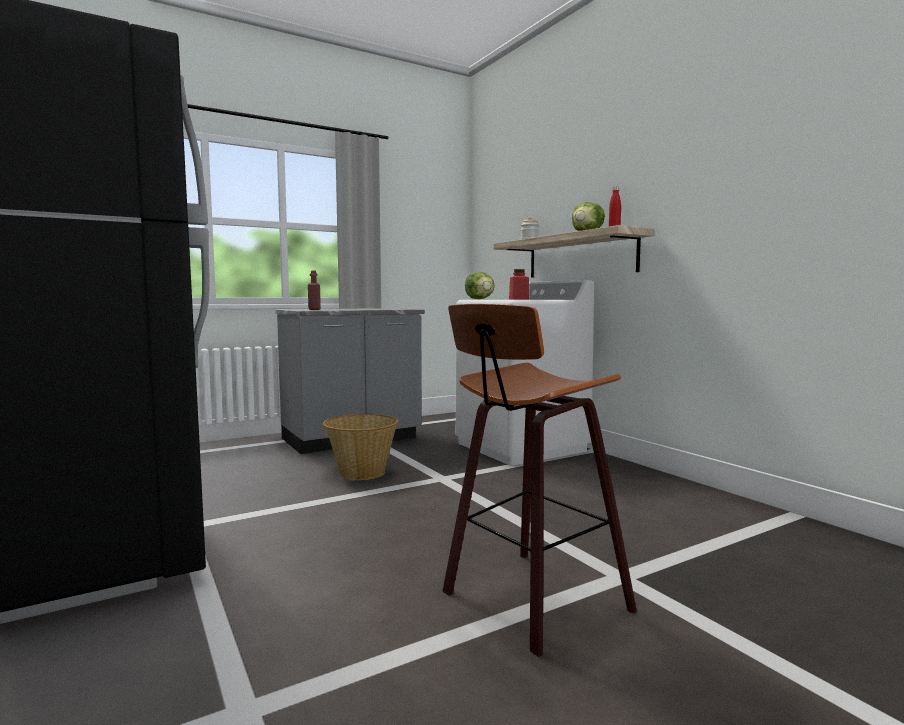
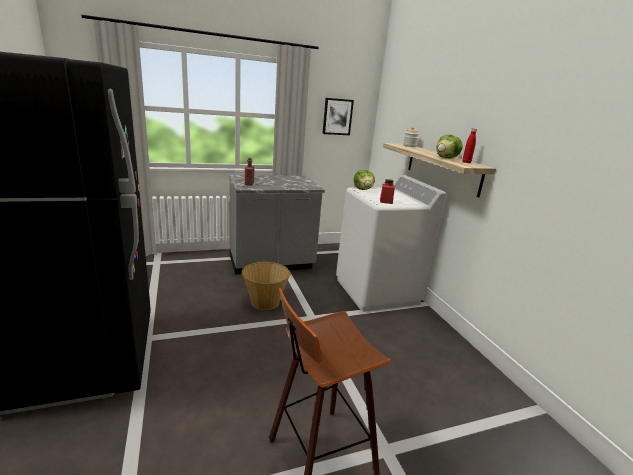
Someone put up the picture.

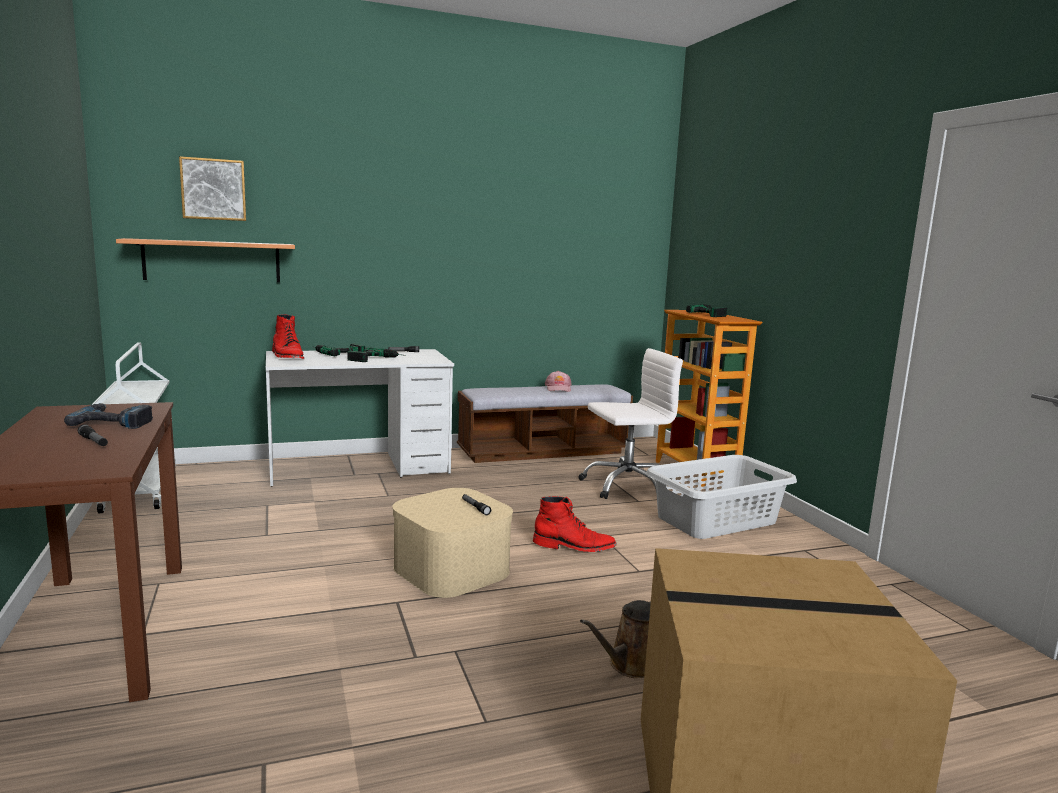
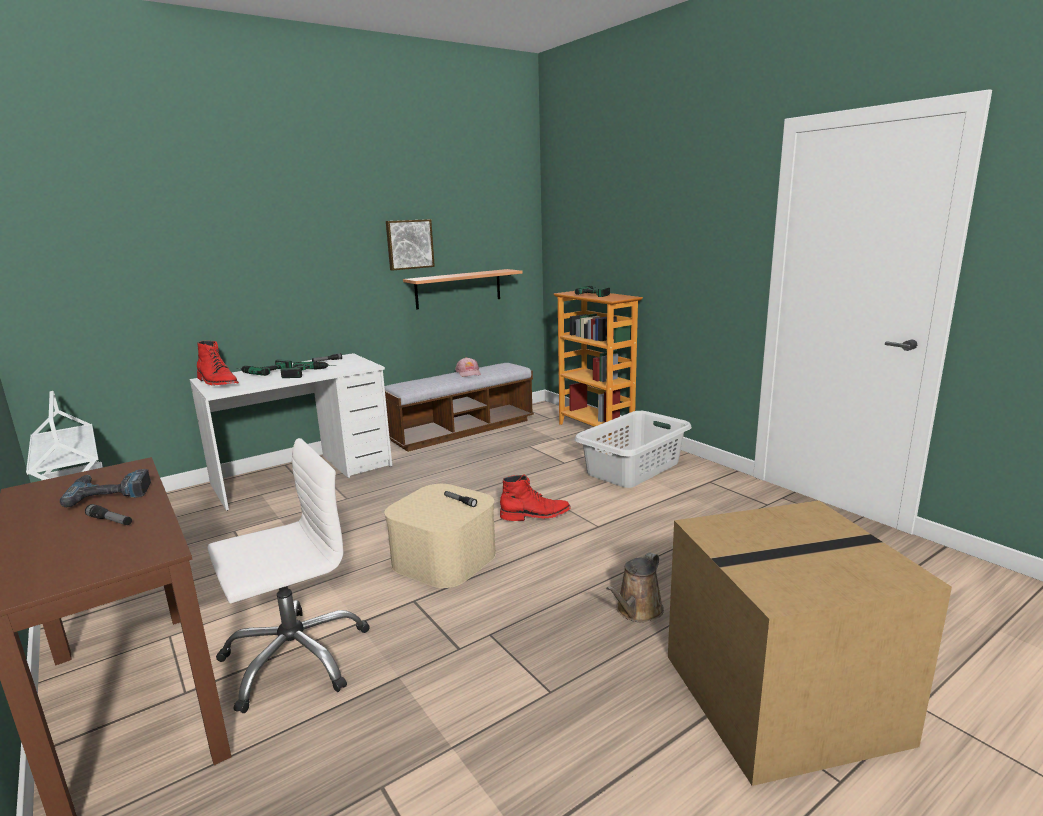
Someone carried the picture.
Someone carried the shelf.
Someone carried the office chair (white).

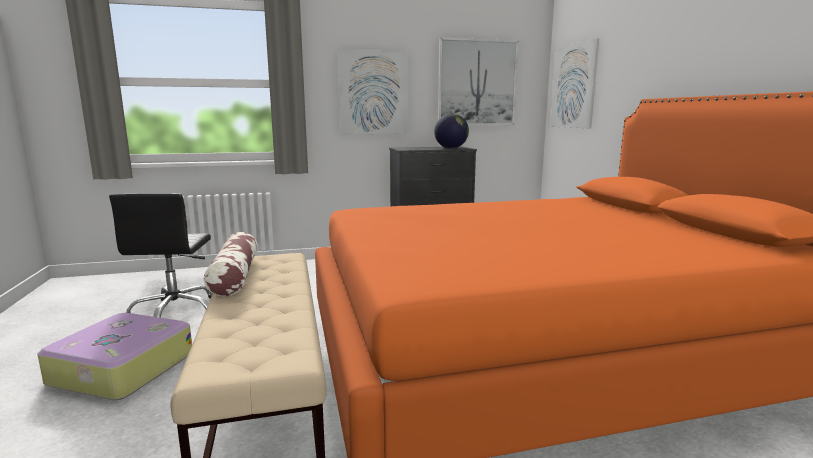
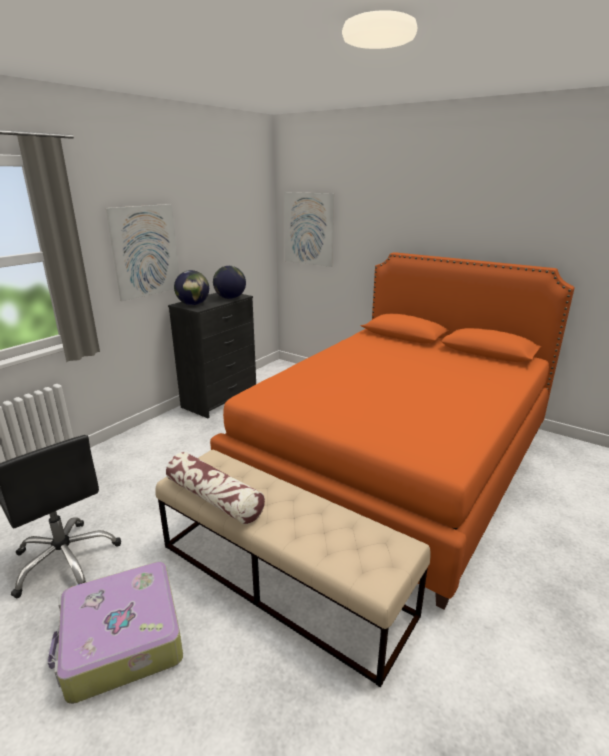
Someone took away the picture (no. 2 from left).
Someone put down the globe (no. 1 from left).

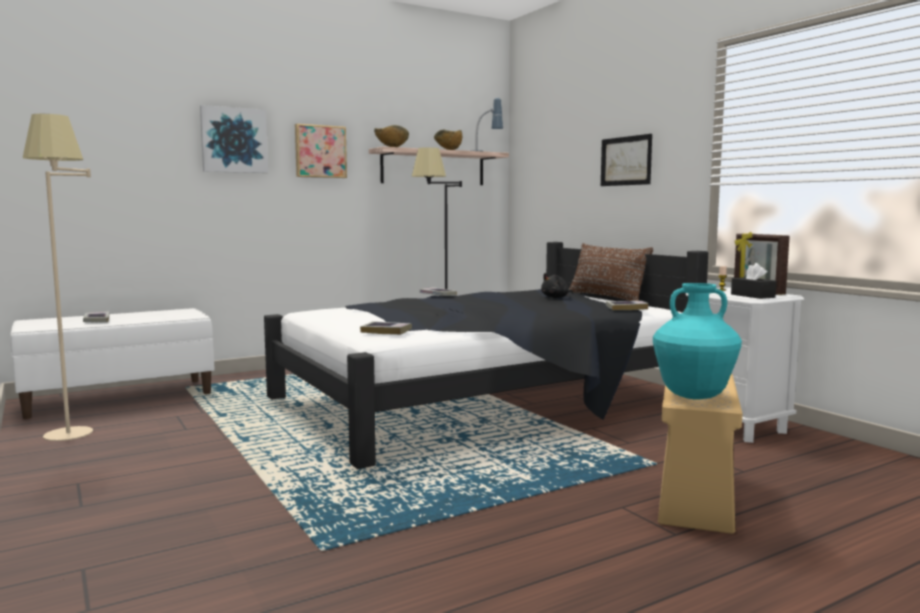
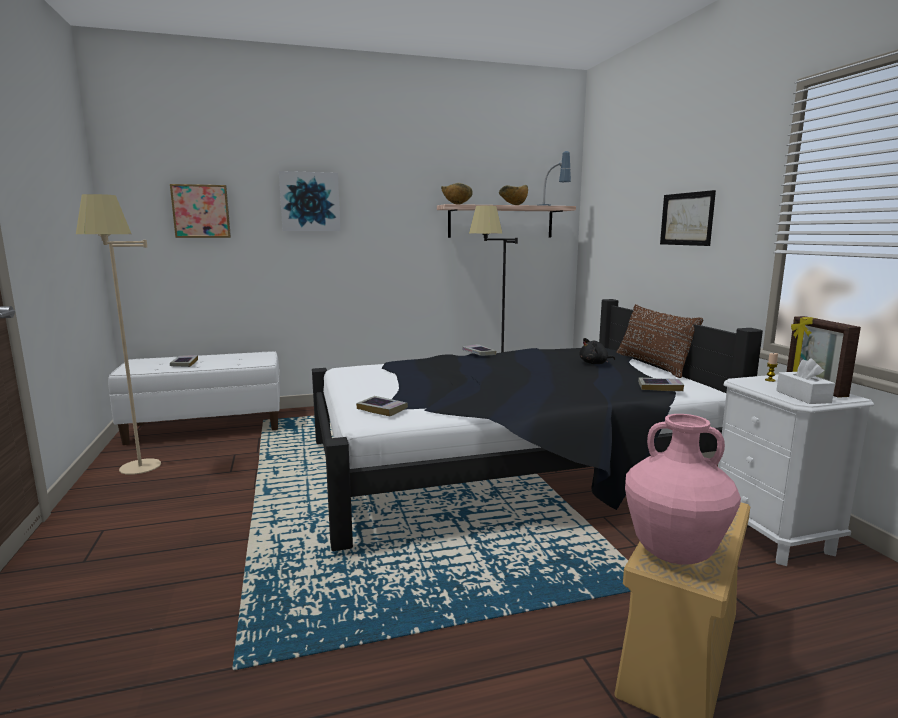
Someone carried the picture (no. 2 from left in the first image).
Someone repainted the tissue box (black), which became the tissue box (white).
Someone repainted the vase (turquoise), which became the vase (pink).

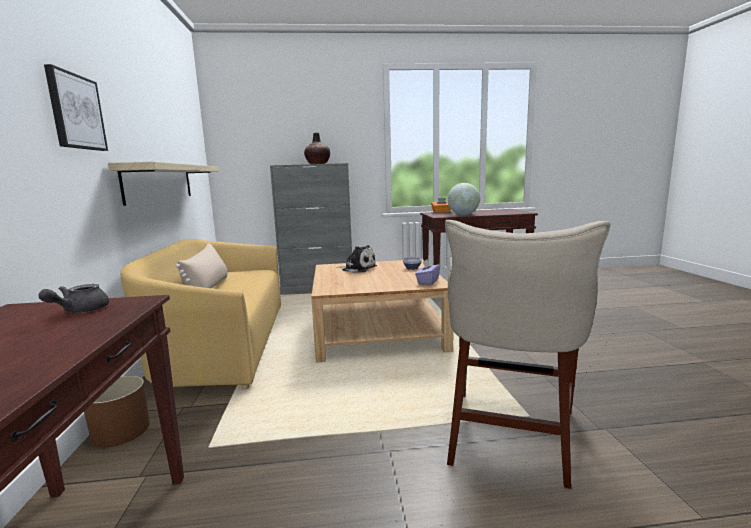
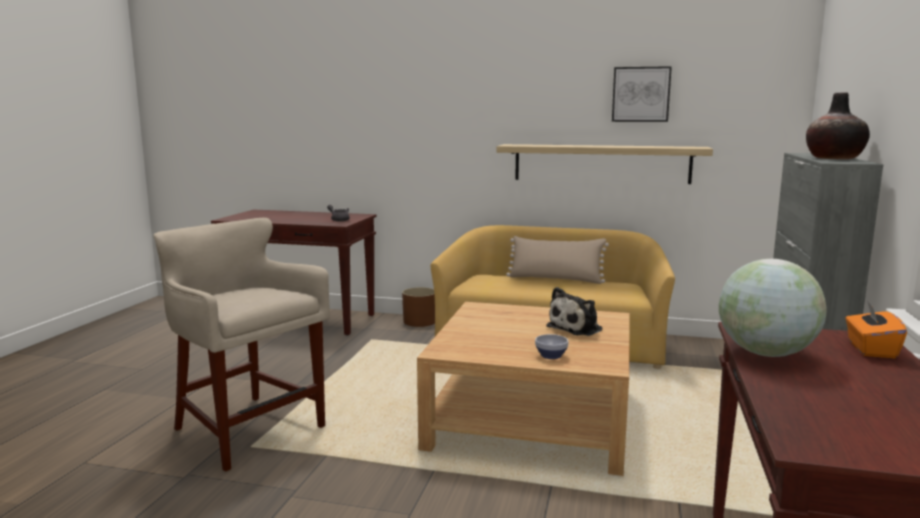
Someone carried the picture.
Someone took away the tissue box (purple).

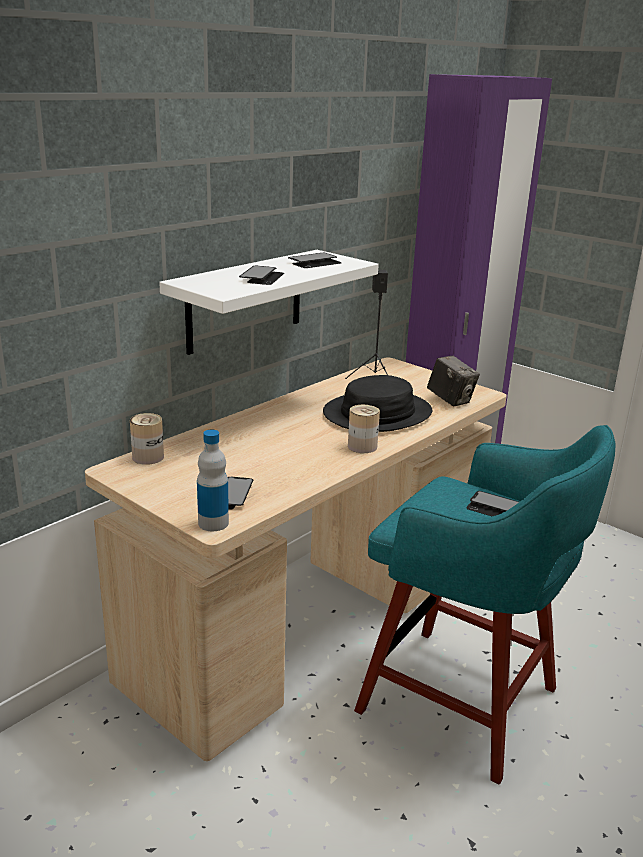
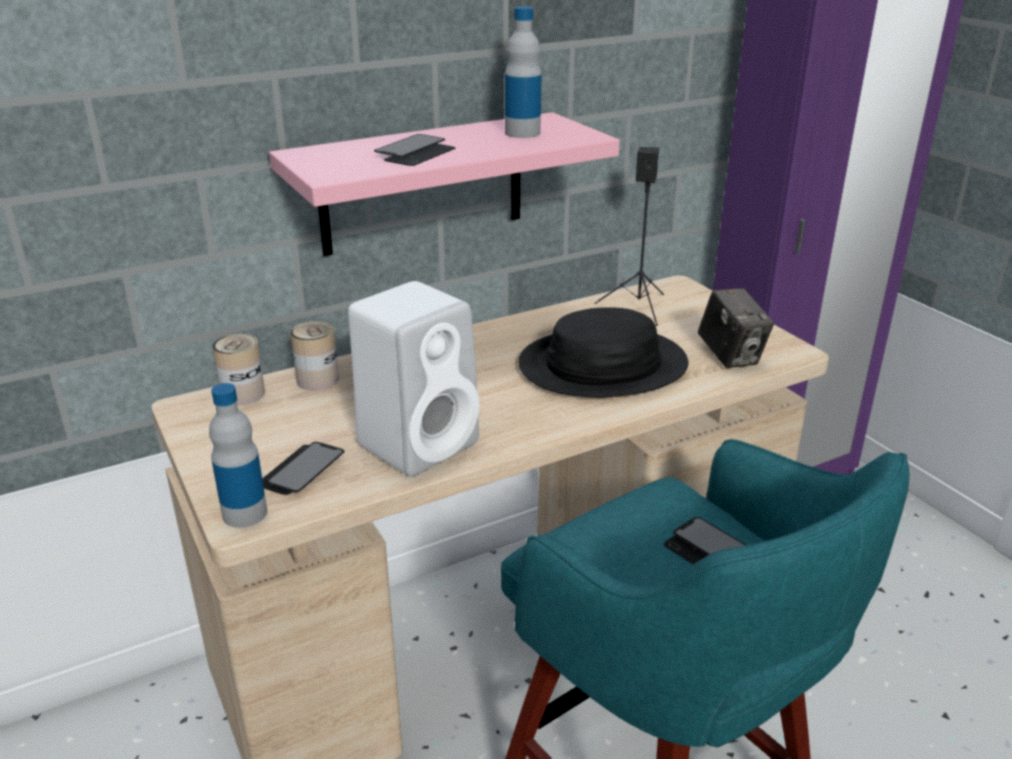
Someone repainted the shelf (white), which became the shelf (pink).
Someone swapped the phone (no. 3 from left) for the bottle (no. 2 from left).
Someone carried the can (no. 2 from left).
Someone put down the speaker (white).

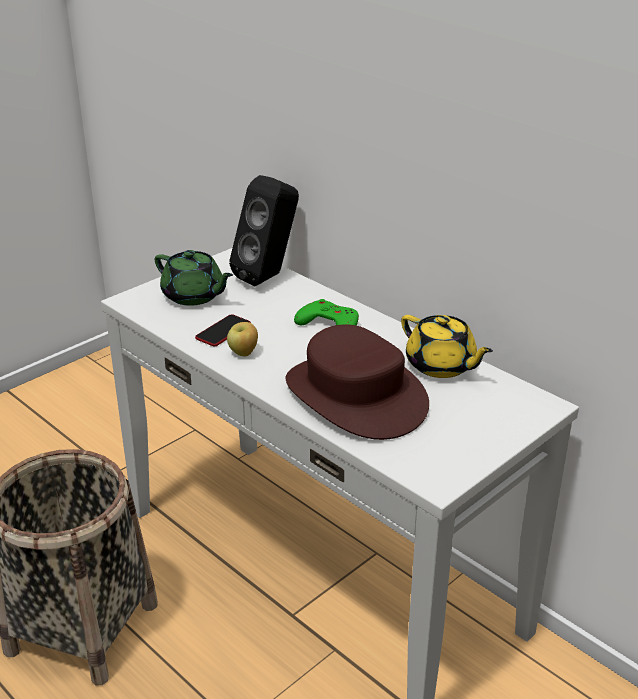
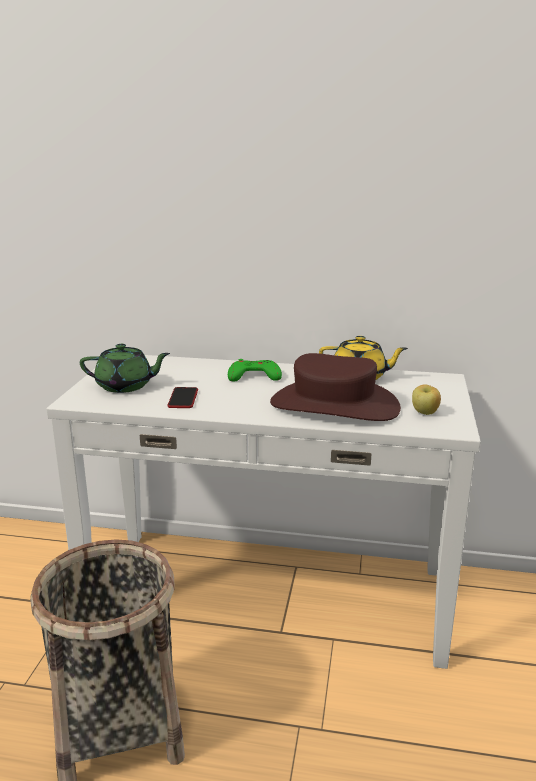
Someone took away the speaker (black).
Someone carried the apple.

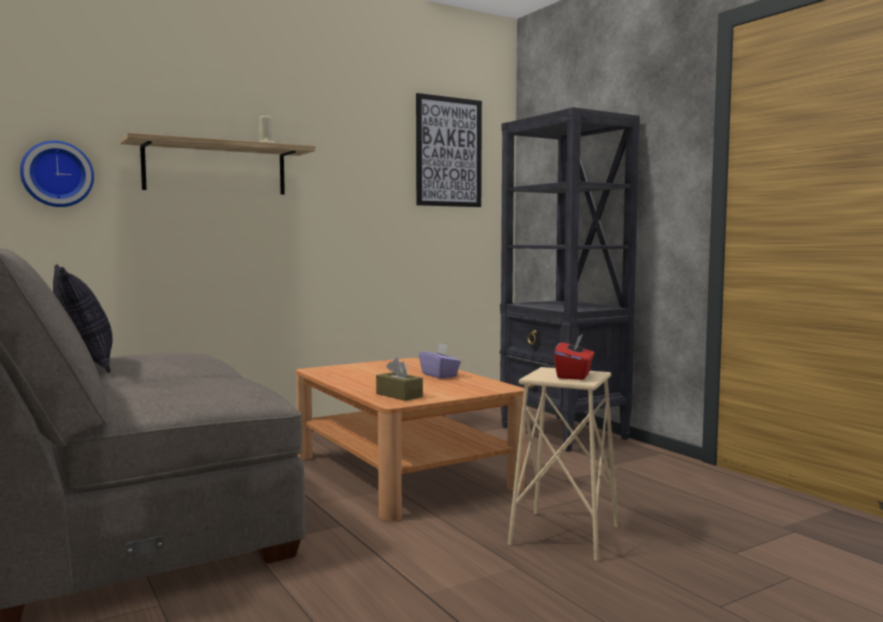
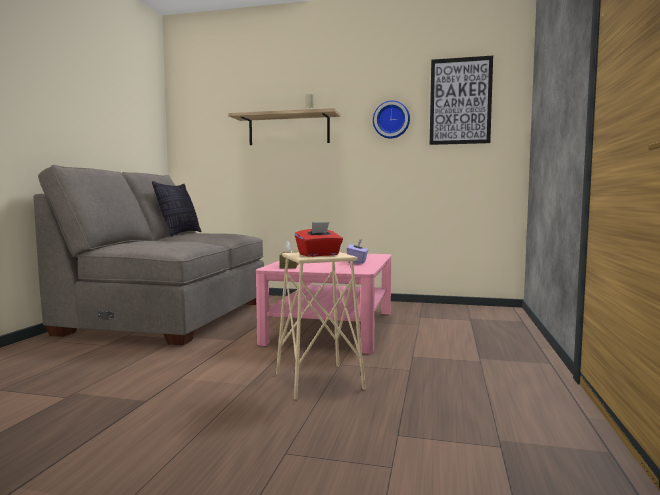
Someone took away the bookcase (black).
Someone carried the wall clock.
Someone repainted the coffee table (brown), which became the coffee table (pink).

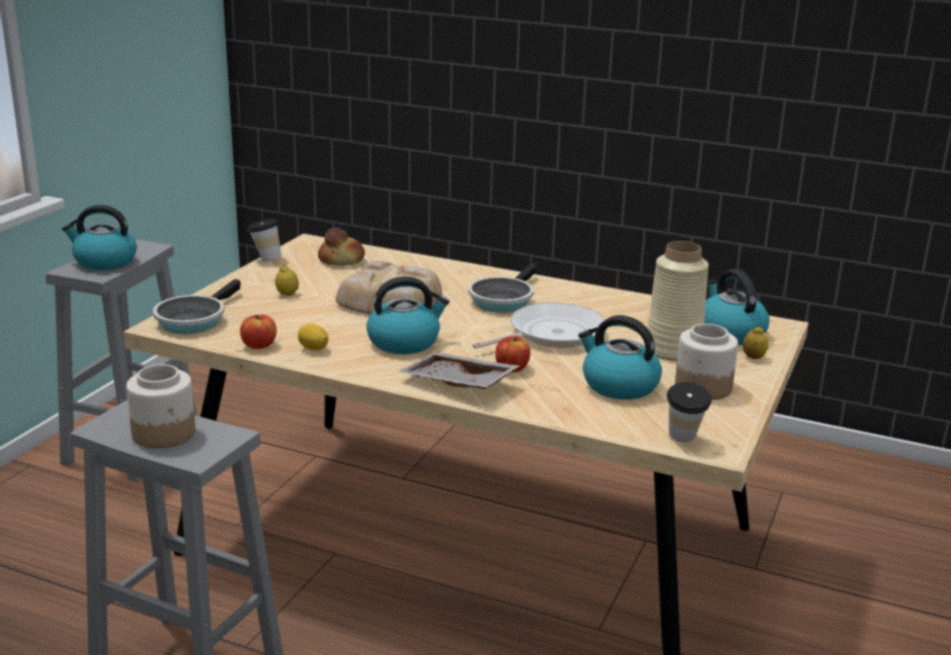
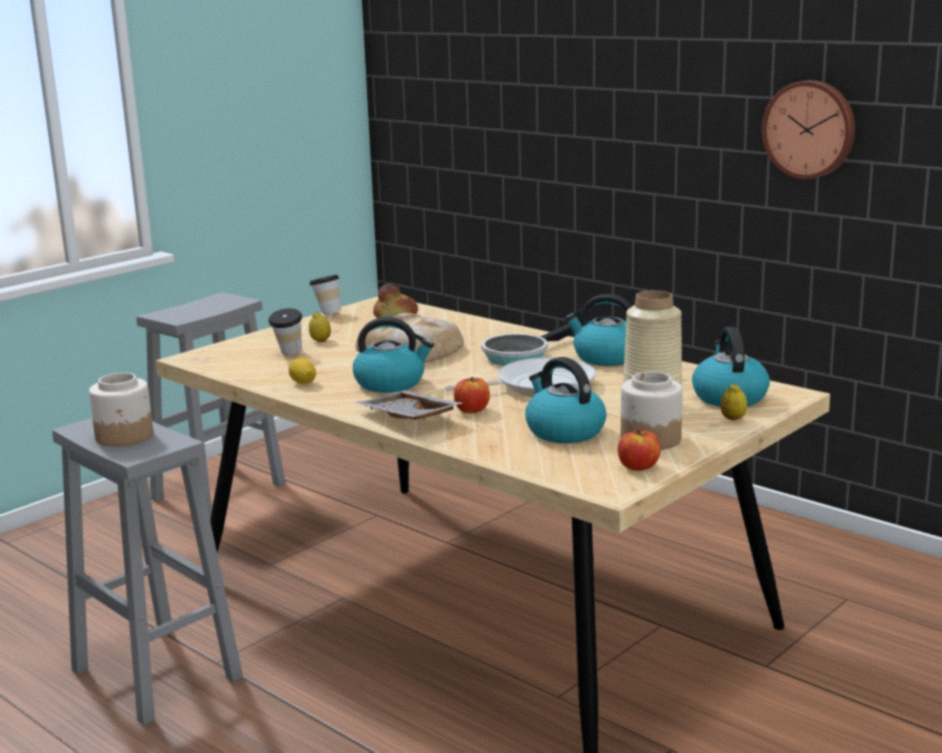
Someone carried the kettle (no. 1 from left in the first image).
Someone took away the frying pan (no. 1 from left).
Someone carried the apple (no. 1 from left in the first image).
Someone carried the cup (no. 2 from left in the first image).
Someone put up the wall clock.

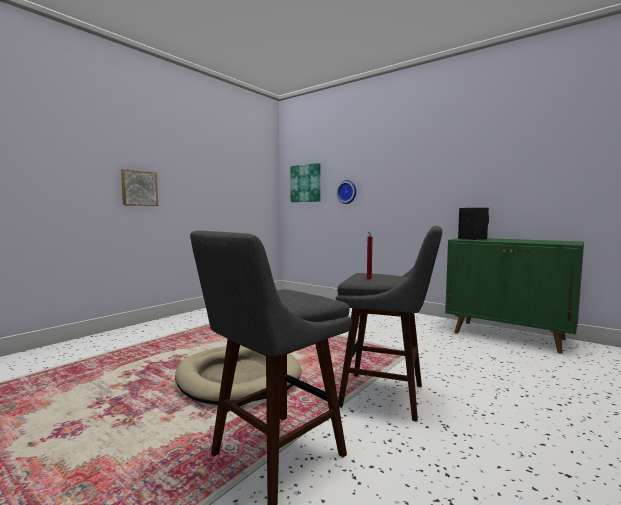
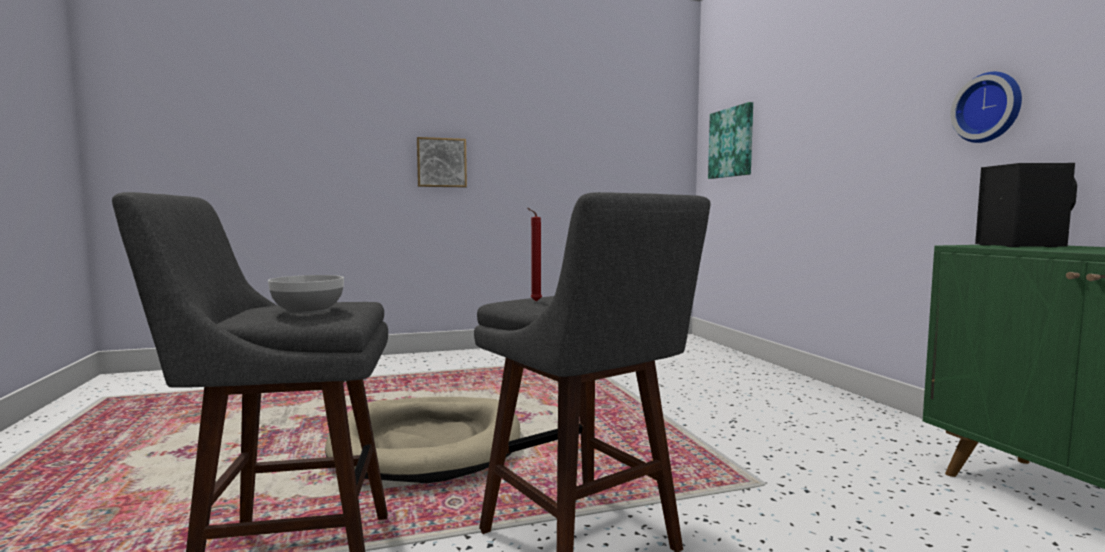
Someone carried the wall clock.
Someone put down the bowl.

